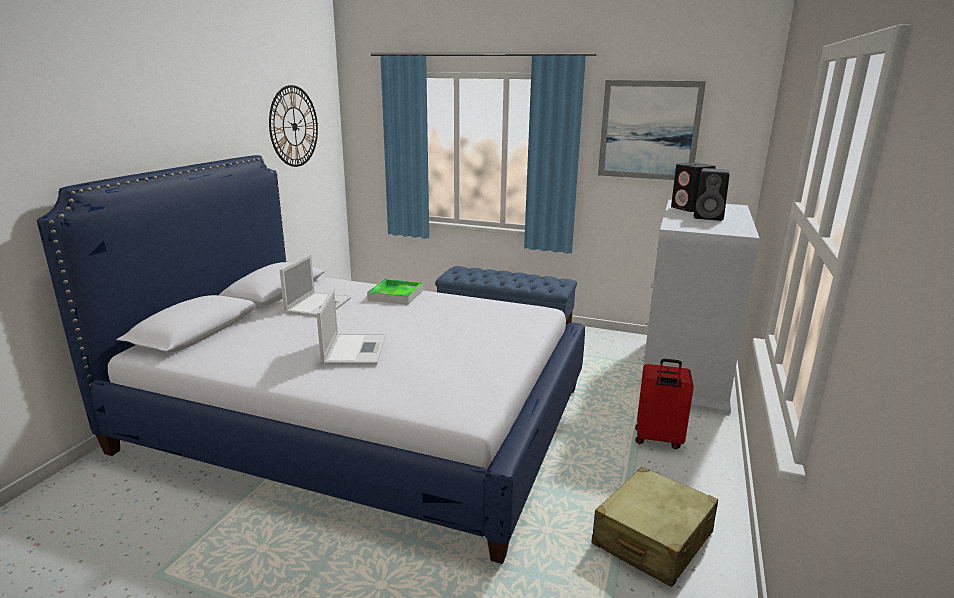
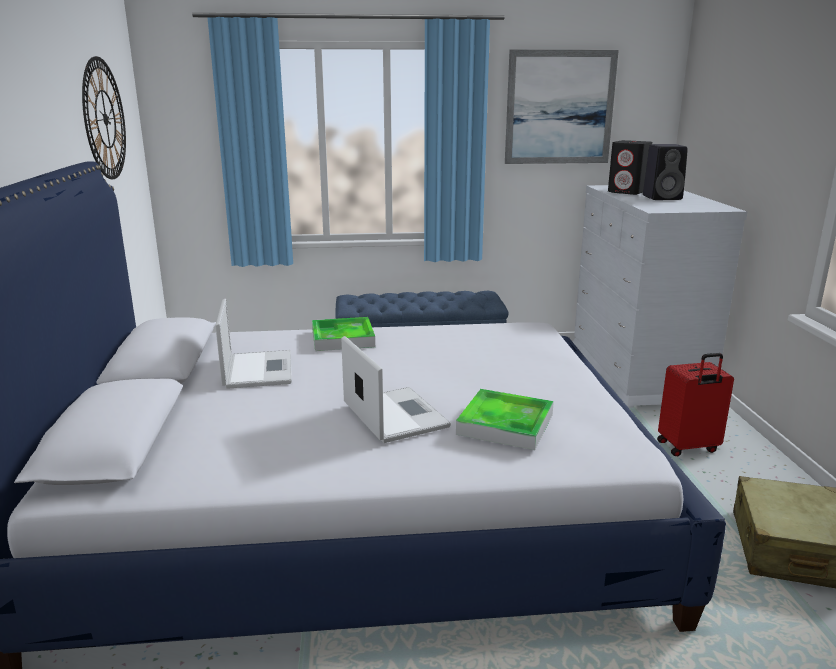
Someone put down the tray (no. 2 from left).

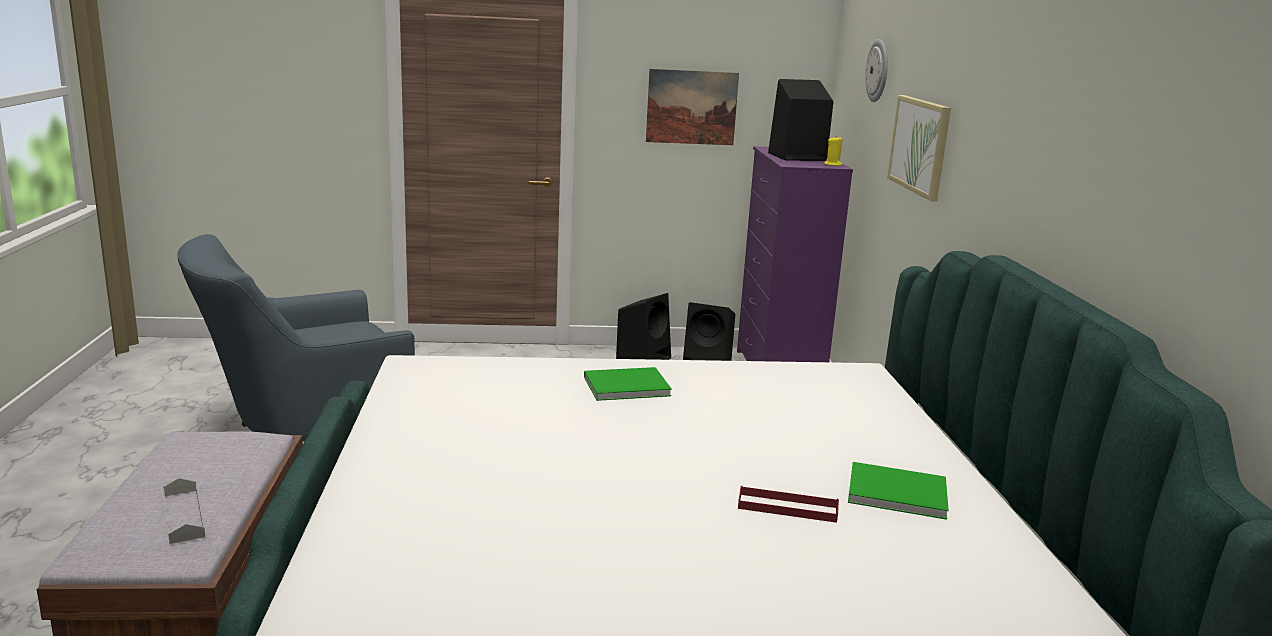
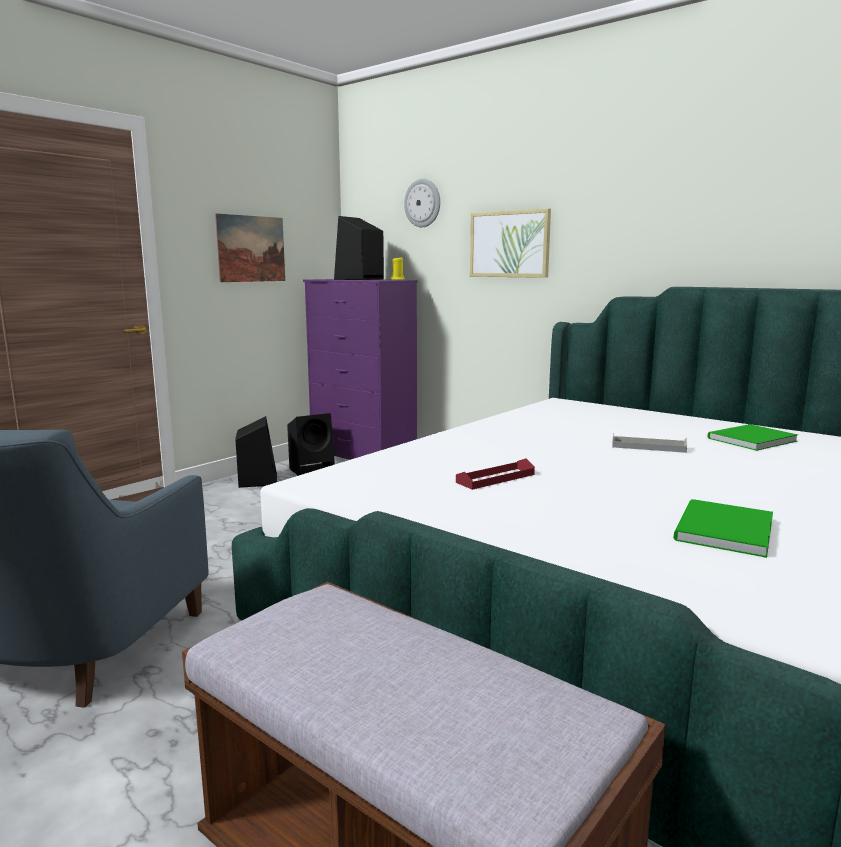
Someone carried the book (green) (no. 1 from left).
Someone carried the tray (grey).
Someone carried the tray (red).

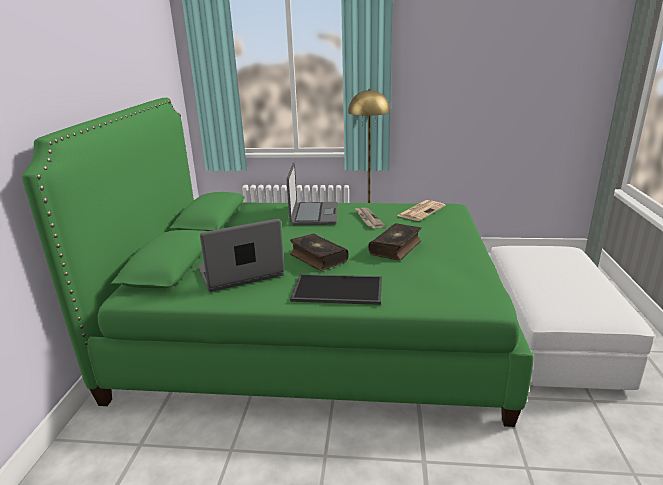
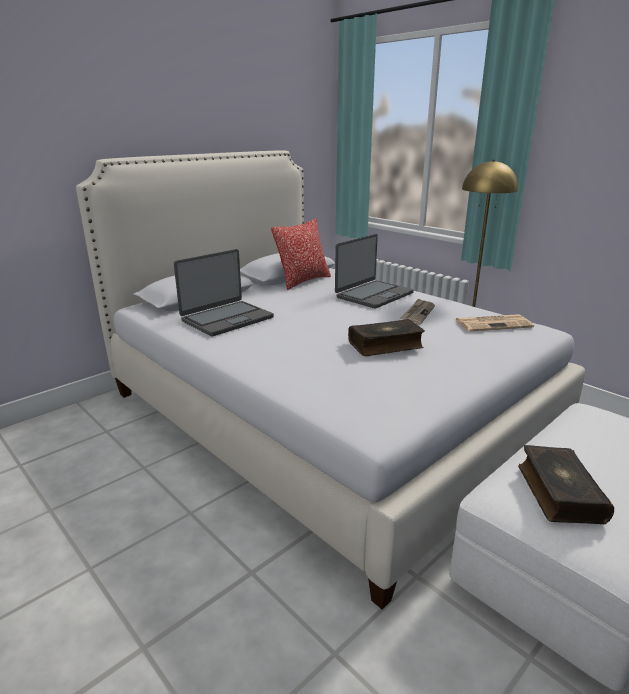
Someone repainted the bed (green), which became the bed (white).
Someone rotated the laptop (no. 1 from left) by 120 degrees clockwise.
Someone carried the book (no. 1 from left in the first image).
Someone took away the tray.
Someone put down the pillow.

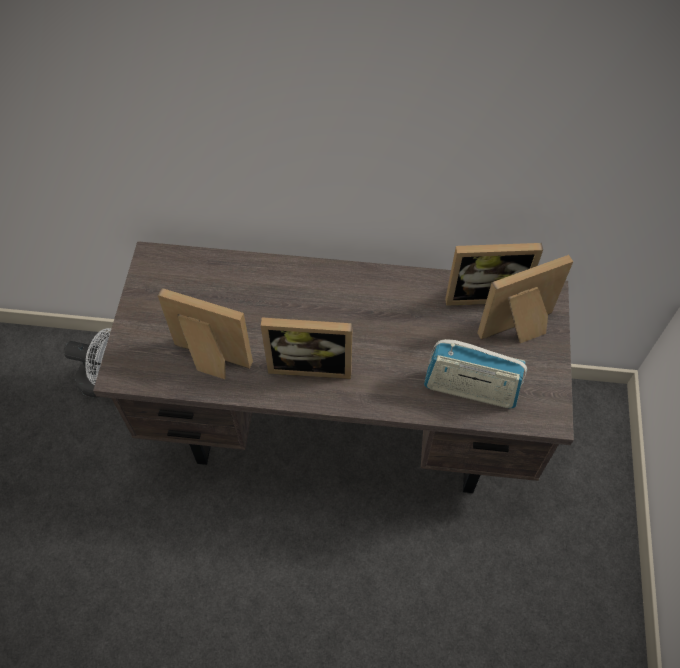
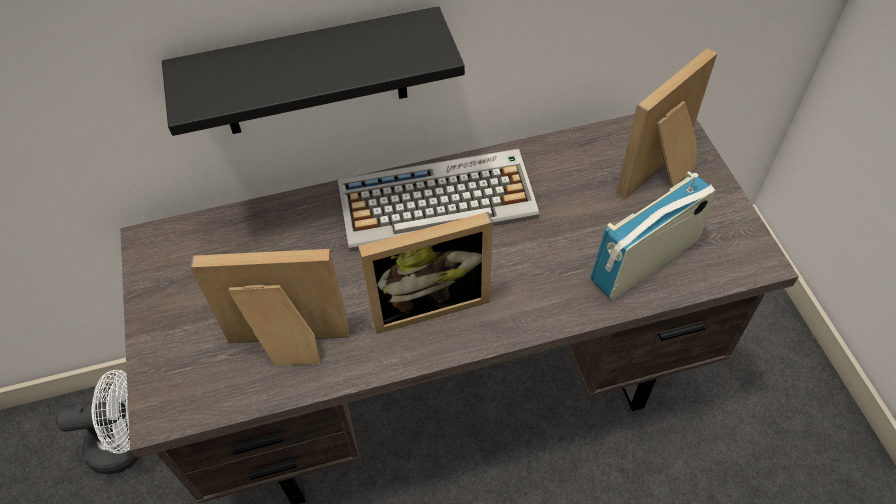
Someone took away the picture frame (no. 3 from left).
Someone rotated the radio by 150 degrees clockwise.
Someone put up the shelf (black).
Someone put down the keyboard.

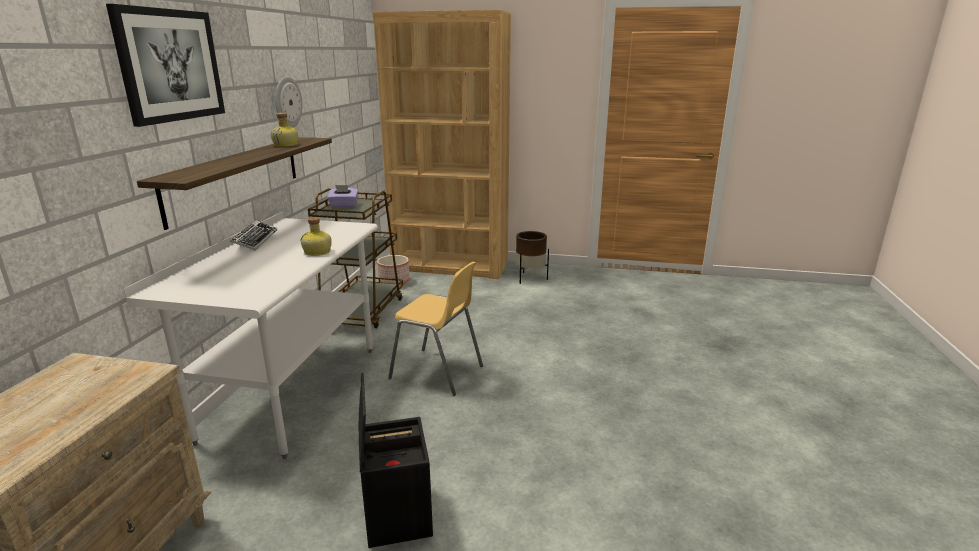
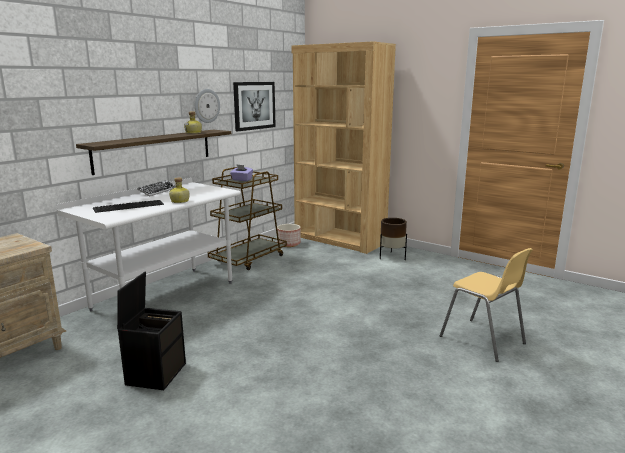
Someone carried the picture.
Someone carried the chair (yellow).
Someone put down the keyboard (no. 1 from left).

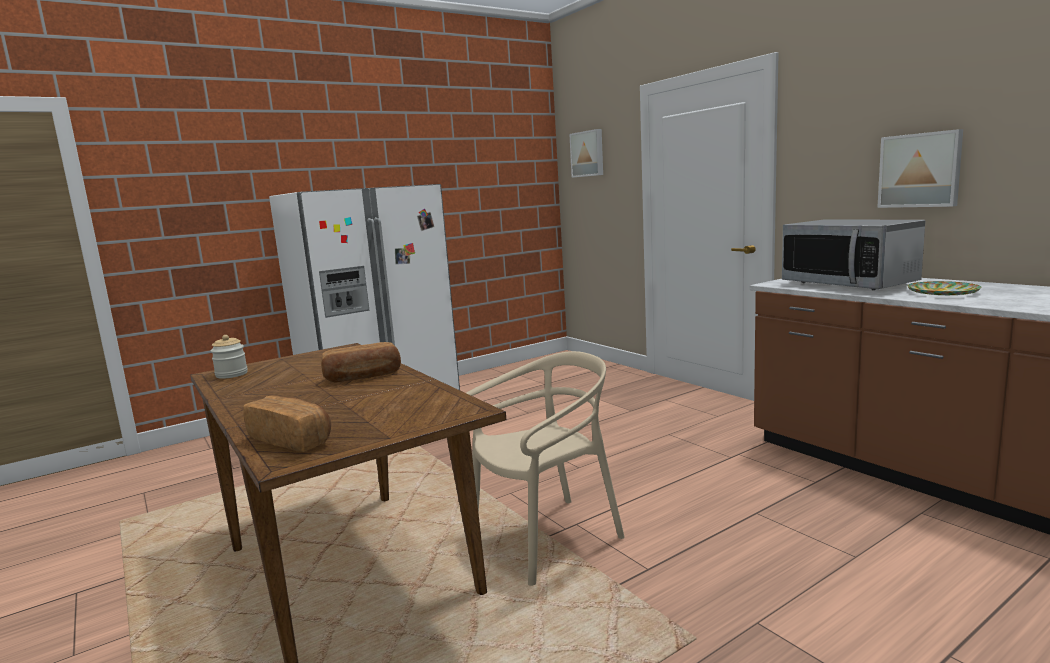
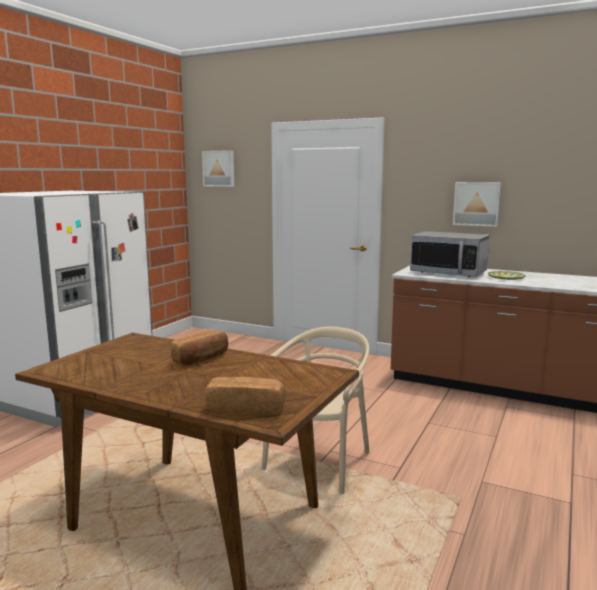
Someone took away the jar.

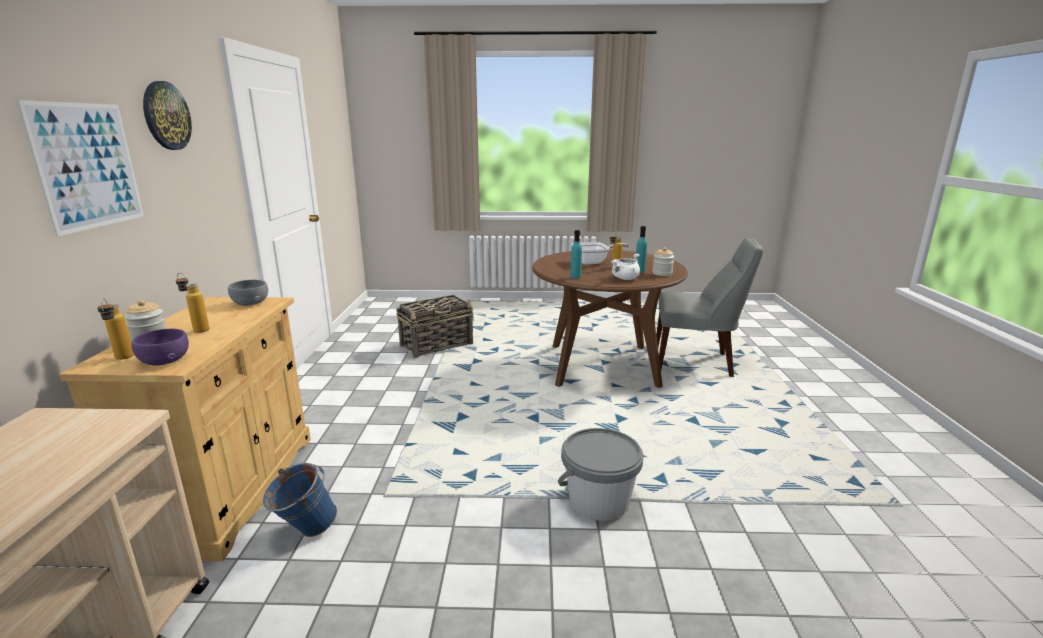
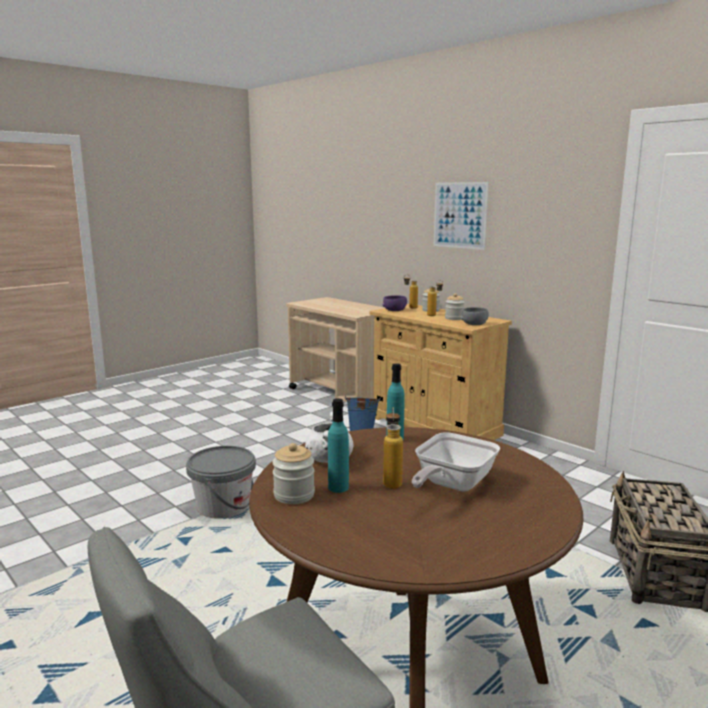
Someone took away the wall clock.
Someone put down the jar (no. 3 from left).

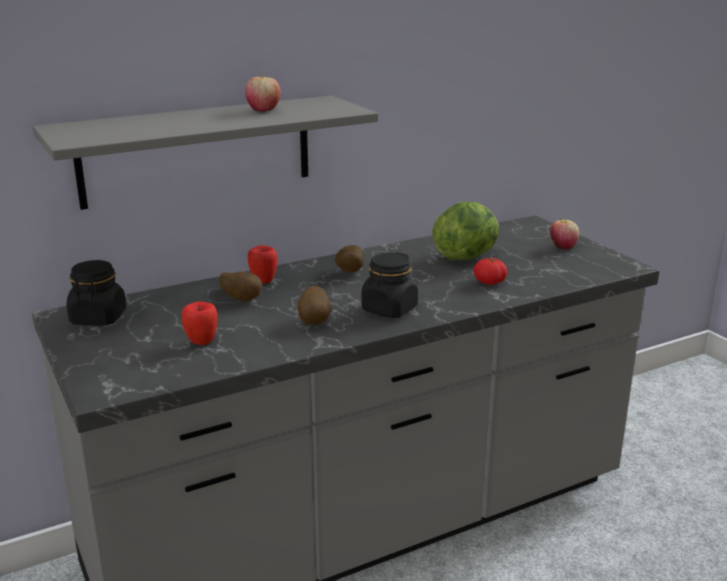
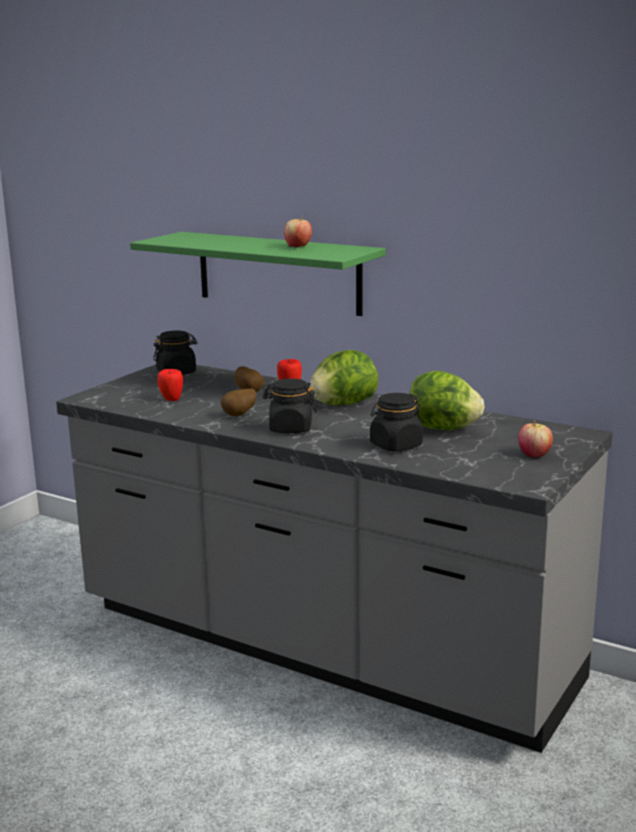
Someone repainted the shelf (grey), which became the shelf (green).
Someone swapped the potato (no. 3 from left) for the lettuce (no. 1 from left).
Someone swapped the tomato for the jar (black) (no. 3 from left).

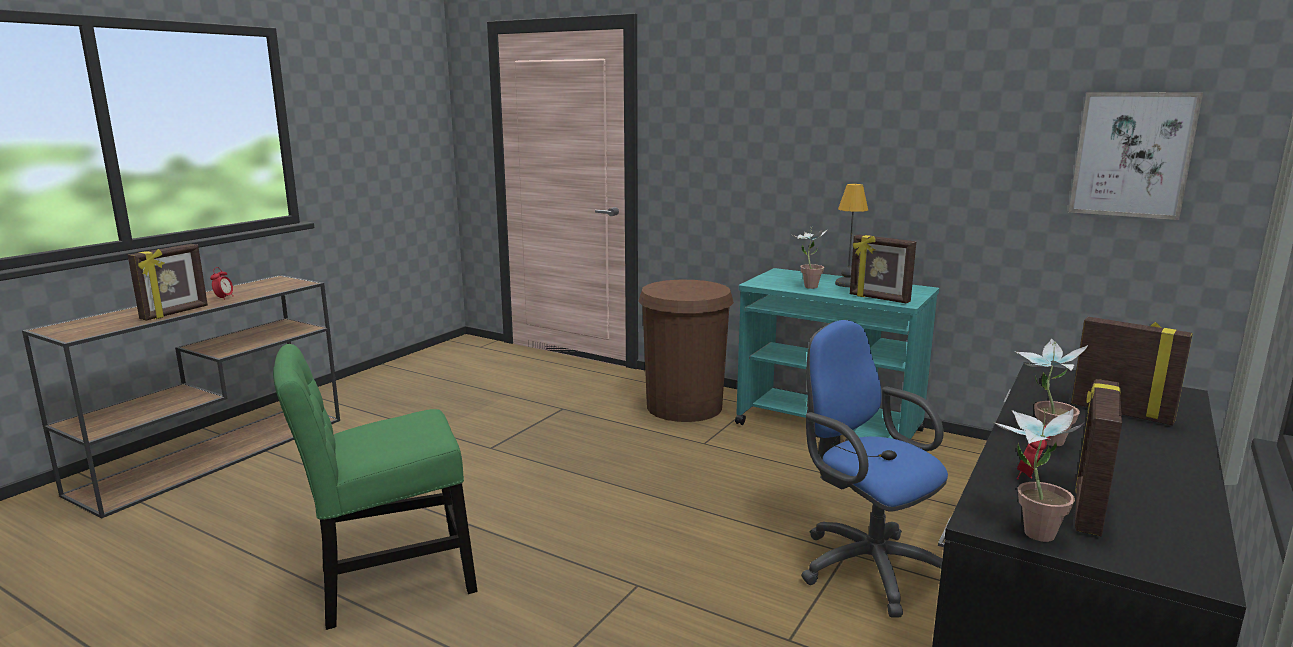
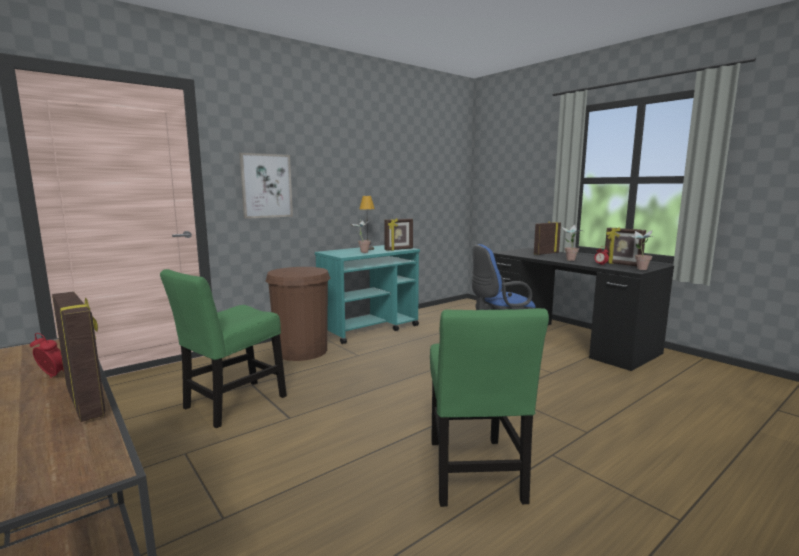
Someone carried the picture.
Someone put down the chair (green) (no. 1 from left).

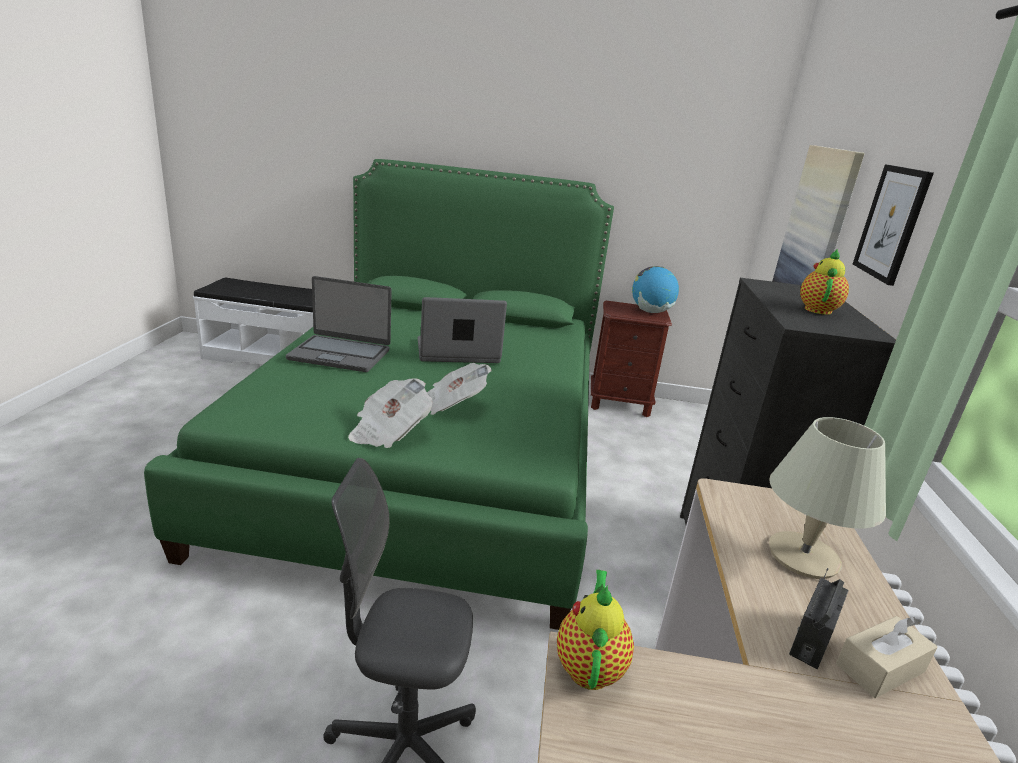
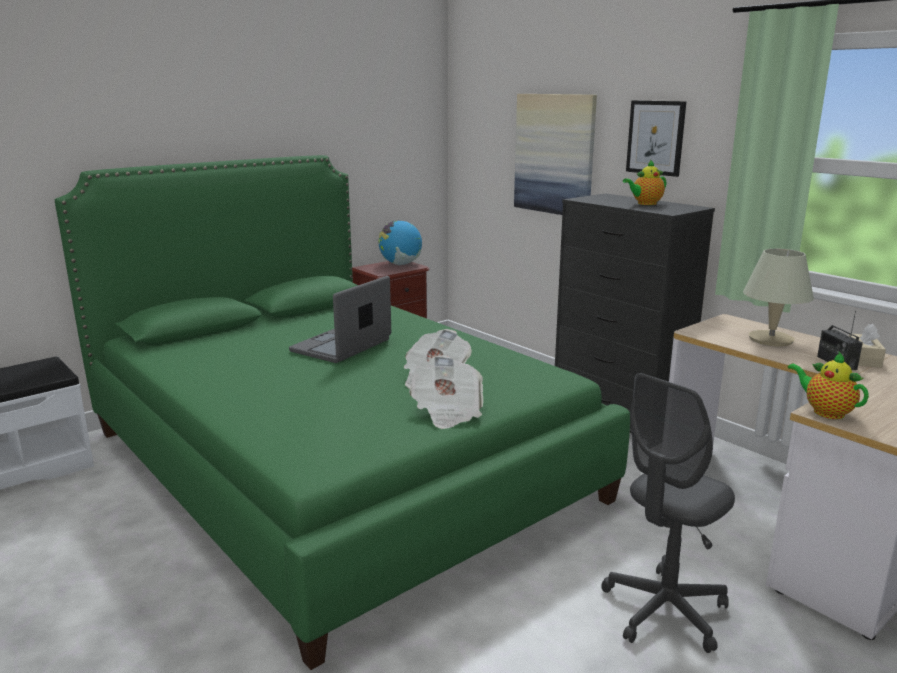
Someone rotated the teapot (no. 2 from left in the first image) by 90 degrees counterclockwise.
Someone took away the laptop (no. 1 from left).

